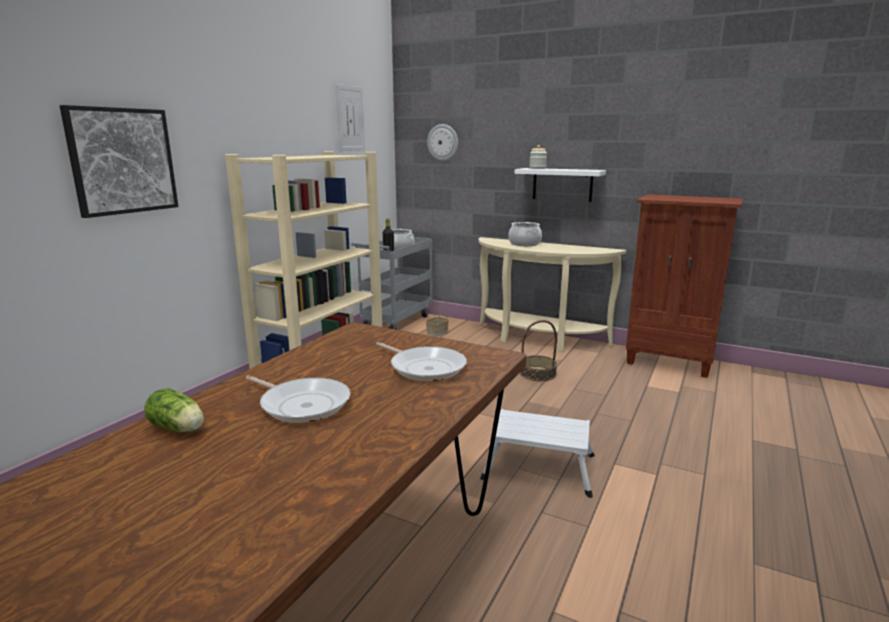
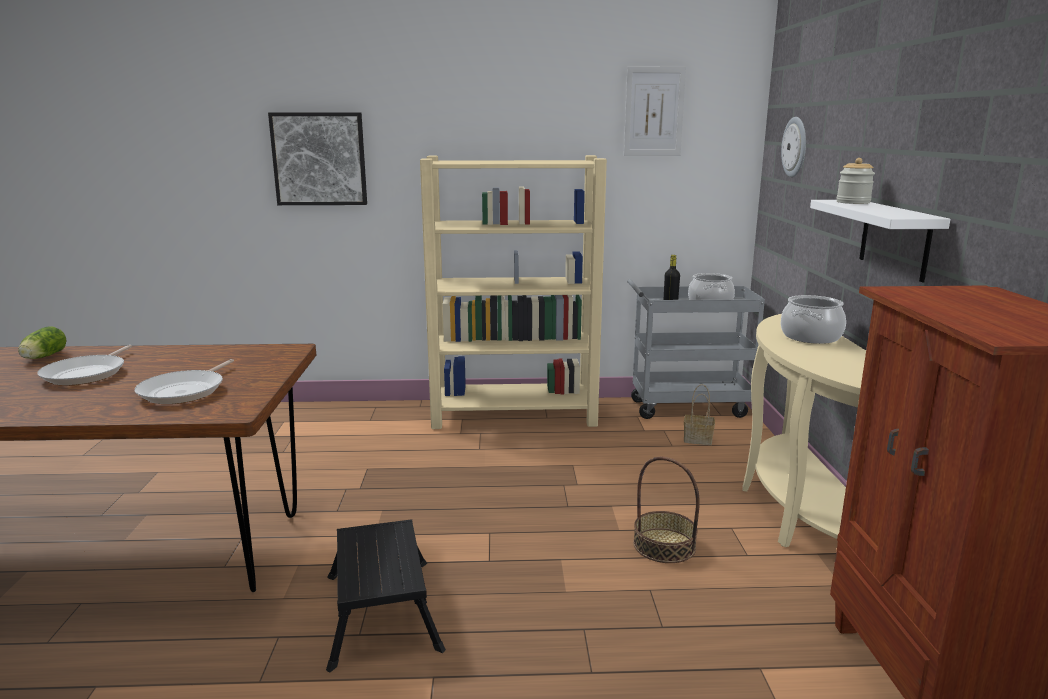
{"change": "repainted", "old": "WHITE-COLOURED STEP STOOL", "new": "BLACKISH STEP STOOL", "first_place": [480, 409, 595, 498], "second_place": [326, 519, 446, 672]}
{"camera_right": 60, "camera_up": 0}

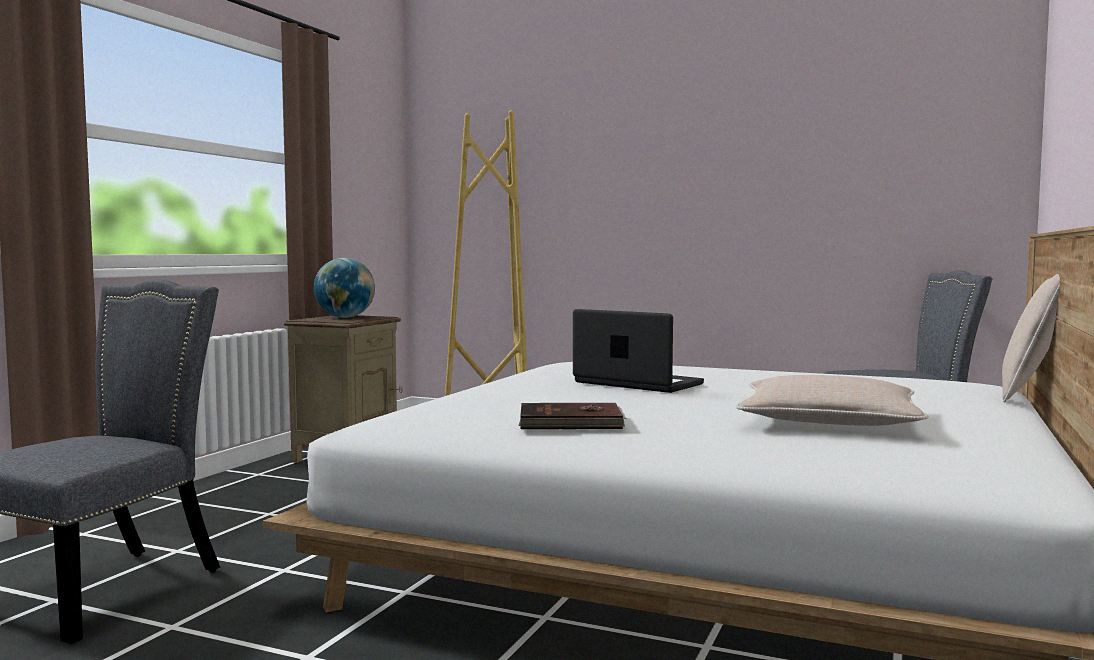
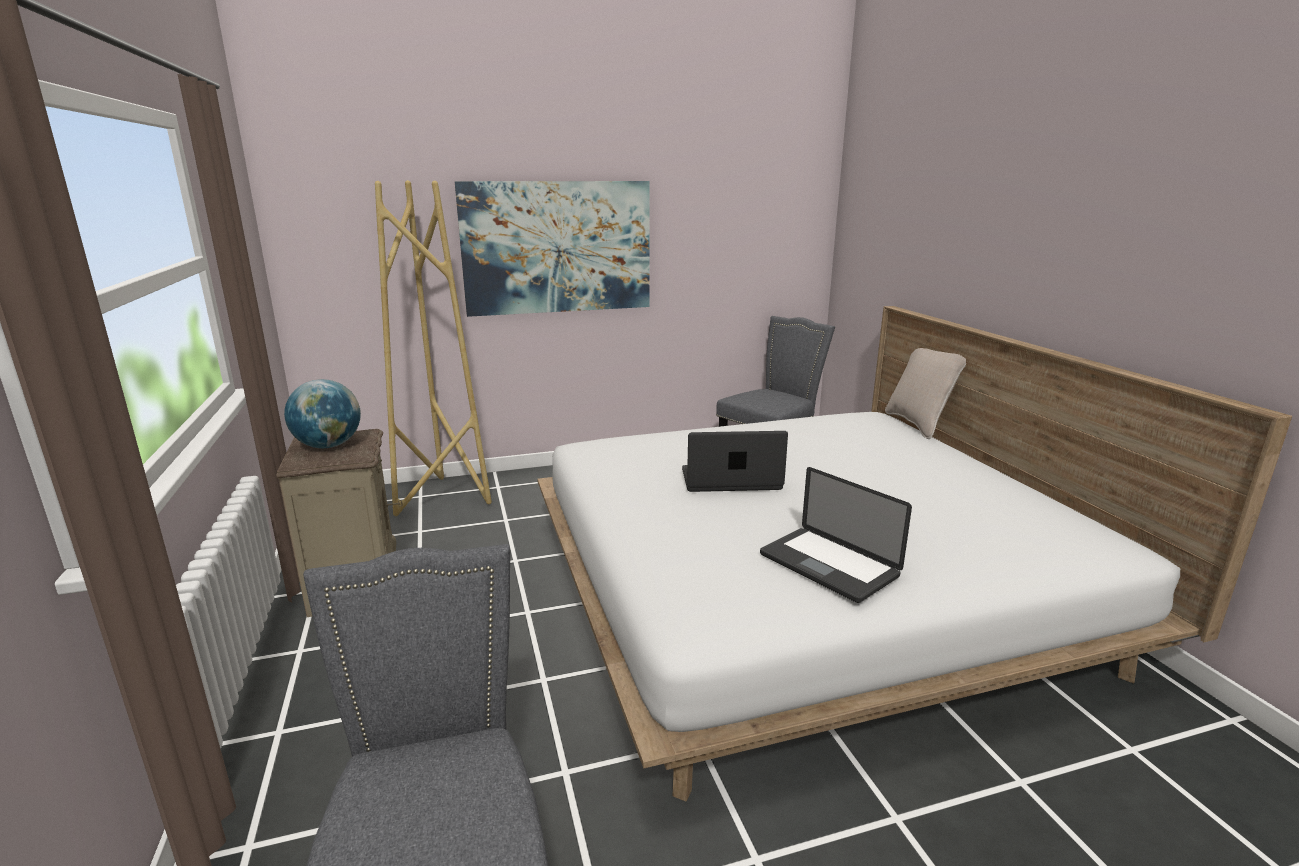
{"change": "gone", "old": "SAND-COLOURED THROW PILLOW", "first_place": [736, 375, 929, 426]}
{"change": "swapped", "old": "BROWNISH BOUND BOOK", "new": "NOTEBOOK COMPUTER", "first_place": [519, 403, 626, 429], "second_place": [760, 467, 912, 603]}
{"change": "new", "new": "PICTURE", "second_place": [455, 181, 650, 317]}
{"camera_right": -40, "camera_up": 15}

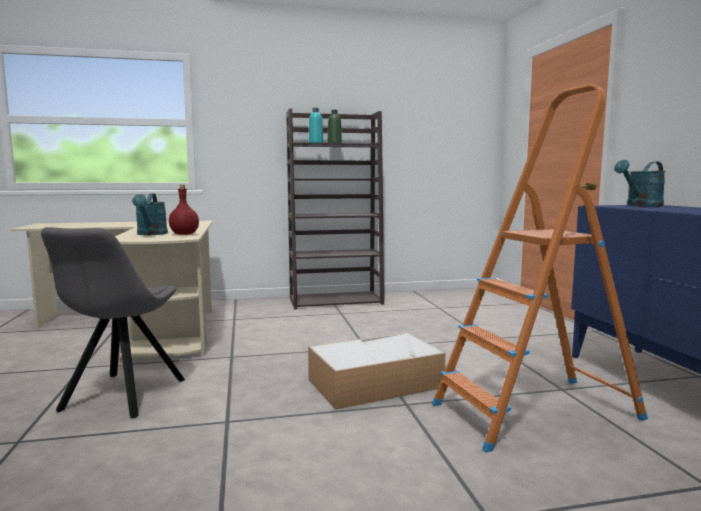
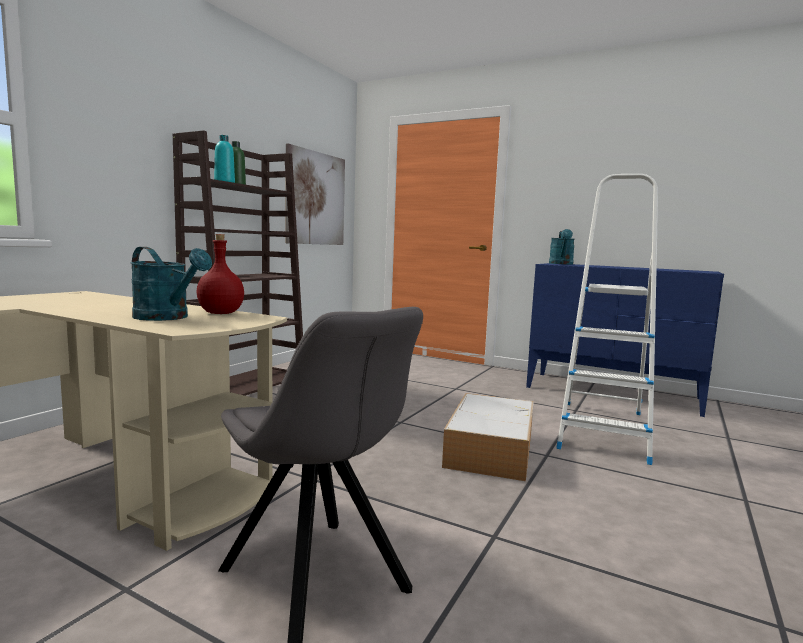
{"change": "repainted", "old": "ORANGEY STEP STOOL", "new": "WHITE-COLOURED STEP STOOL", "first_place": [432, 84, 648, 452], "second_place": [557, 174, 658, 465]}
{"change": "new", "new": "PICTURE", "second_place": [285, 143, 345, 245]}
{"camera_right": -50, "camera_up": 0}

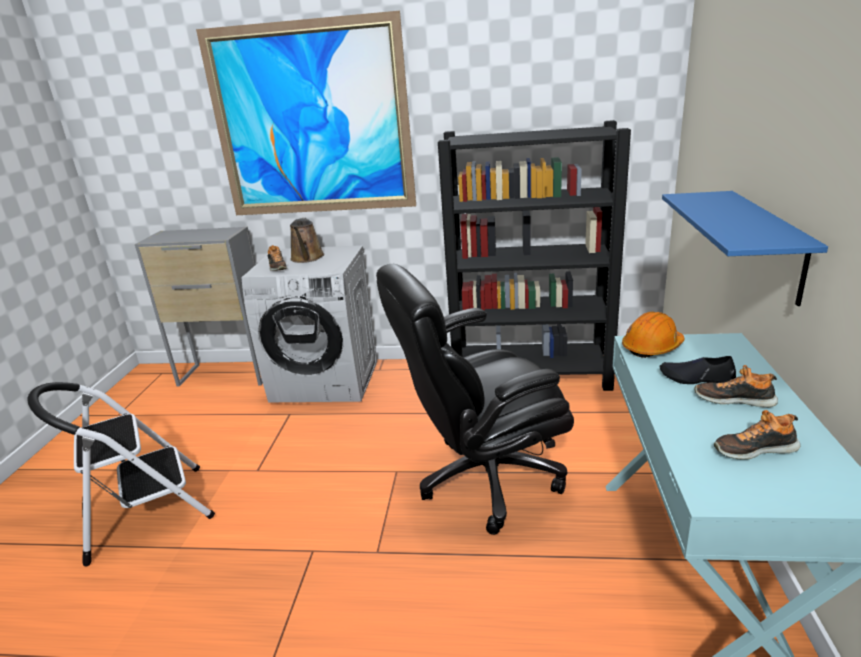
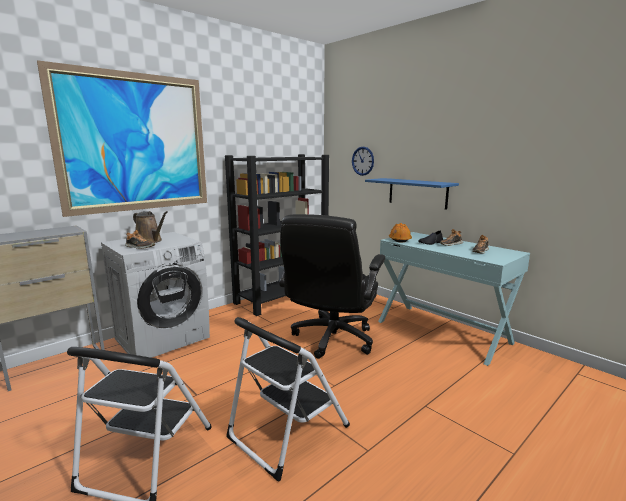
{"change": "new", "new": "CLOCK ON THE WALL", "second_place": [352, 147, 374, 176]}
{"change": "new", "new": "STEP STOOL", "second_place": [226, 317, 350, 481]}
{"camera_right": -50, "camera_up": -10}

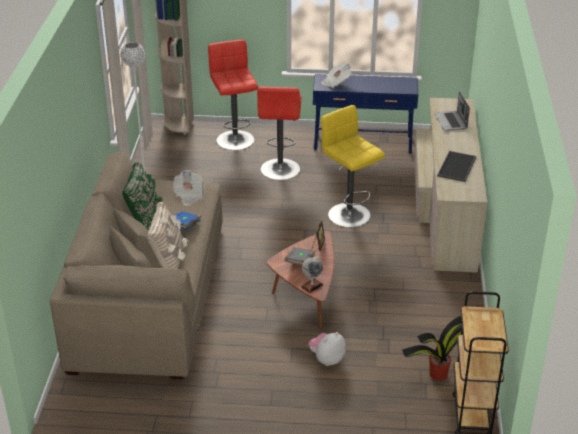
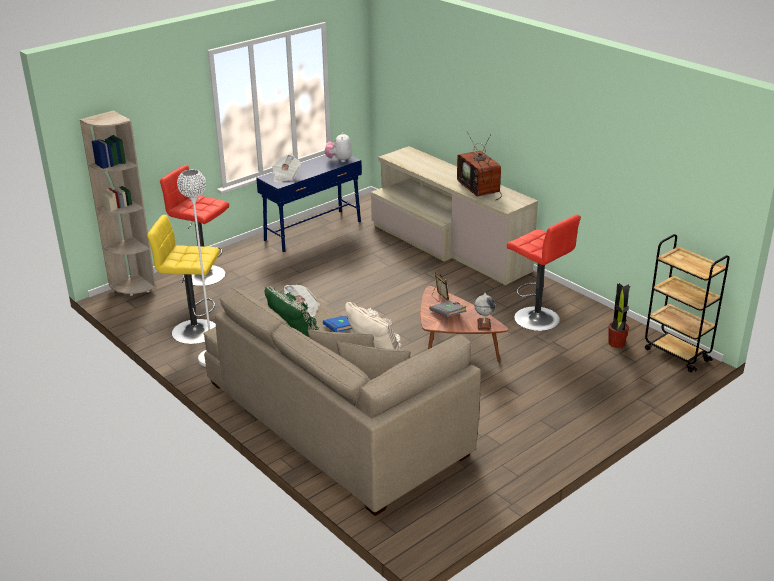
{"change": "shifted", "old": "REDDISH STOOL", "first_place": [257, 87, 302, 180], "second_place": [507, 214, 581, 331]}
{"change": "gone", "old": "NOTEBOOK COMPUTER", "first_place": [435, 91, 470, 131]}
{"change": "shifted", "old": "YELLOW STOOL", "first_place": [321, 105, 385, 227], "second_place": [147, 215, 219, 344]}
{"change": "swapped", "old": "SERVING TRAY", "new": "TV SET", "first_place": [437, 151, 476, 182], "second_place": [457, 132, 502, 200]}
{"change": "shifted", "old": "CUDDLY TOY", "first_place": [308, 332, 346, 366], "second_place": [325, 132, 352, 162]}
{"camera_right": -45, "camera_up": -5}

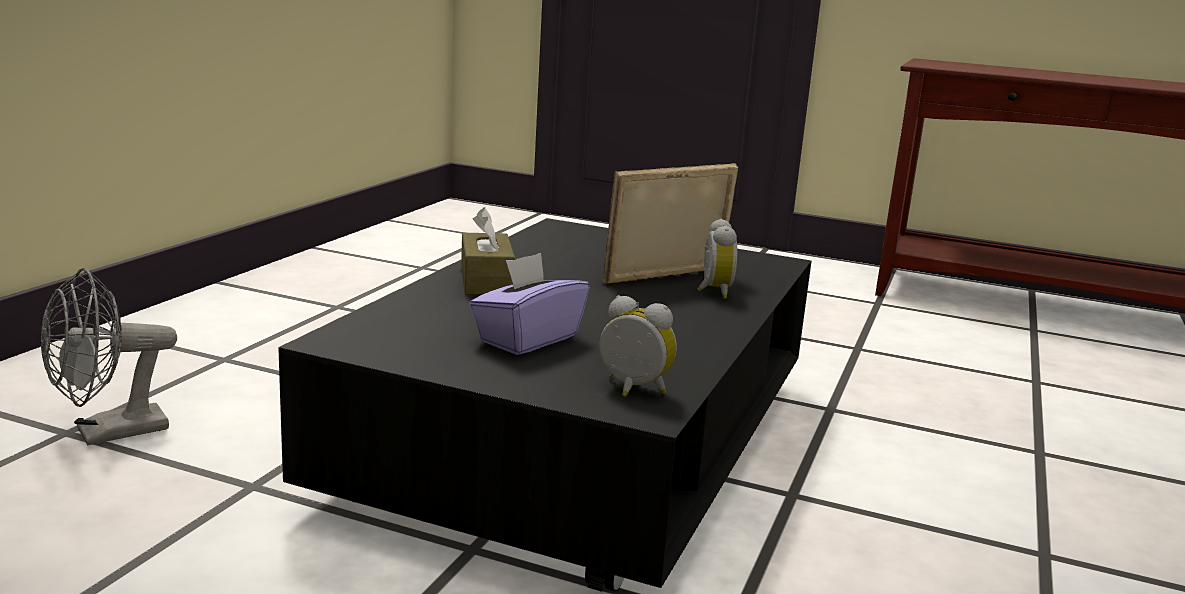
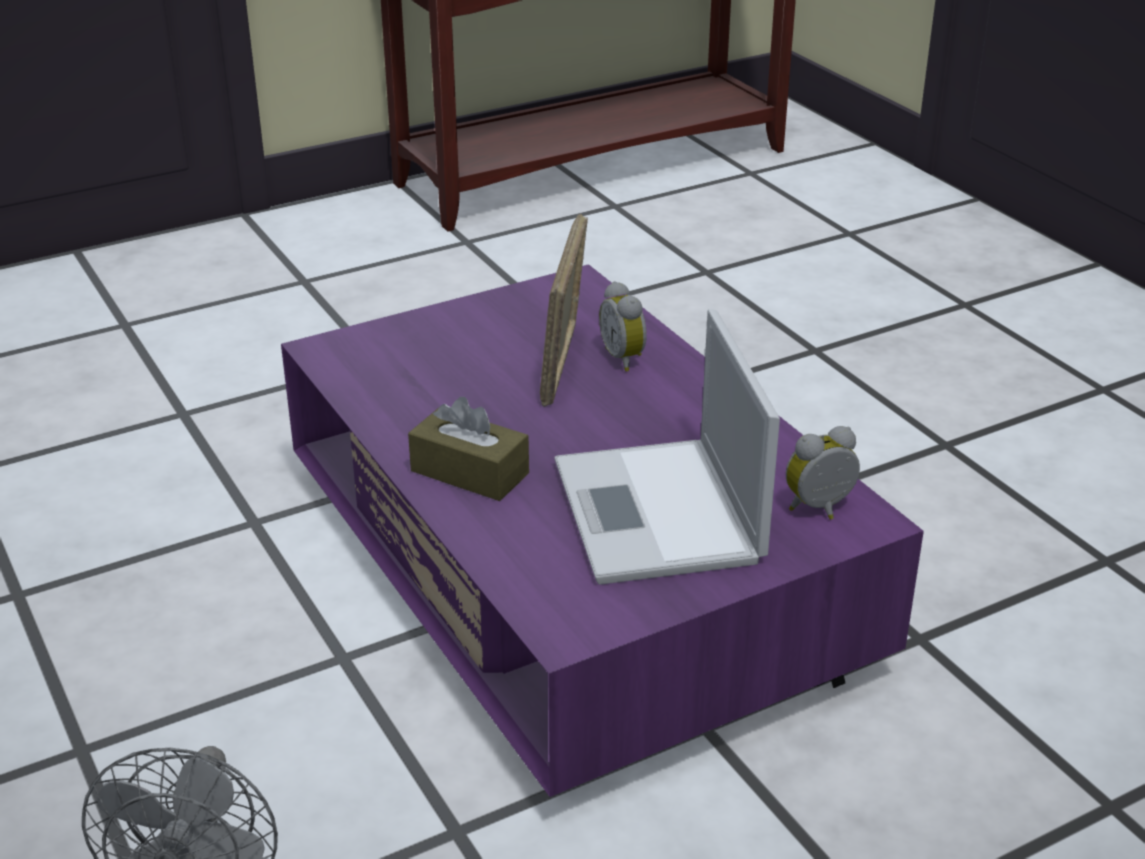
{"change": "repainted", "old": "BLACKISH COFFEE TABLE", "new": "PURPLISH COFFEE TABLE", "first_place": [278, 218, 812, 592], "second_place": [281, 264, 924, 797]}
{"change": "rotated", "old": "TABLE CLOCK", "first_place": [698, 219, 737, 299], "second_place": [599, 281, 647, 371], "degrees": -150}
{"change": "swapped", "old": "PURPLISH TISSUE BOX", "new": "NOTEBOOK COMPUTER", "first_place": [470, 253, 590, 355], "second_place": [554, 309, 780, 585]}
{"camera_right": -50, "camera_up": 15}

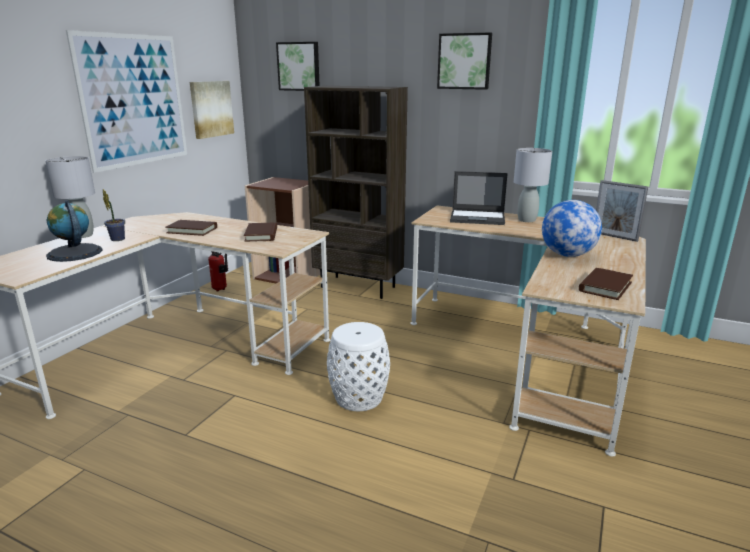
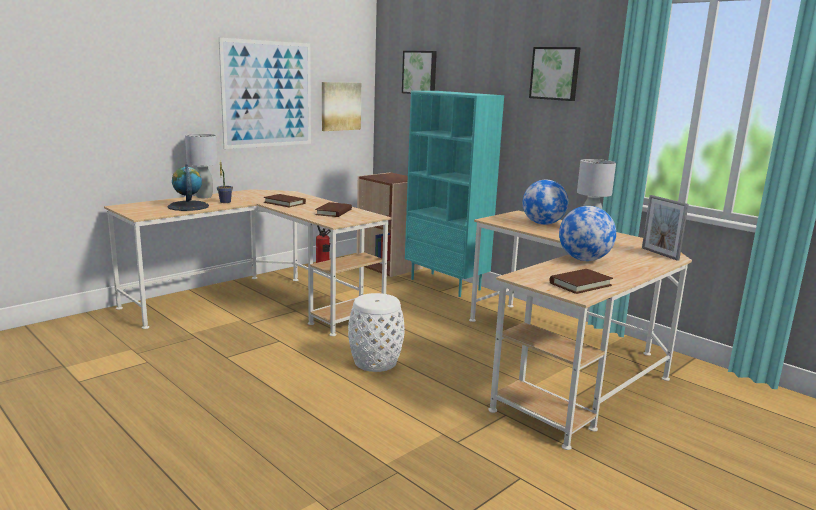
{"change": "repainted", "old": "BROWNISH BOOKSHELF", "new": "TURQUOISE-COLOURED BOOKSHELF", "first_place": [304, 86, 408, 299], "second_place": [405, 91, 504, 297]}
{"change": "swapped", "old": "NOTEBOOK COMPUTER", "new": "GLOBE", "first_place": [450, 171, 508, 225], "second_place": [522, 180, 568, 225]}
{"camera_right": 20, "camera_up": -5}

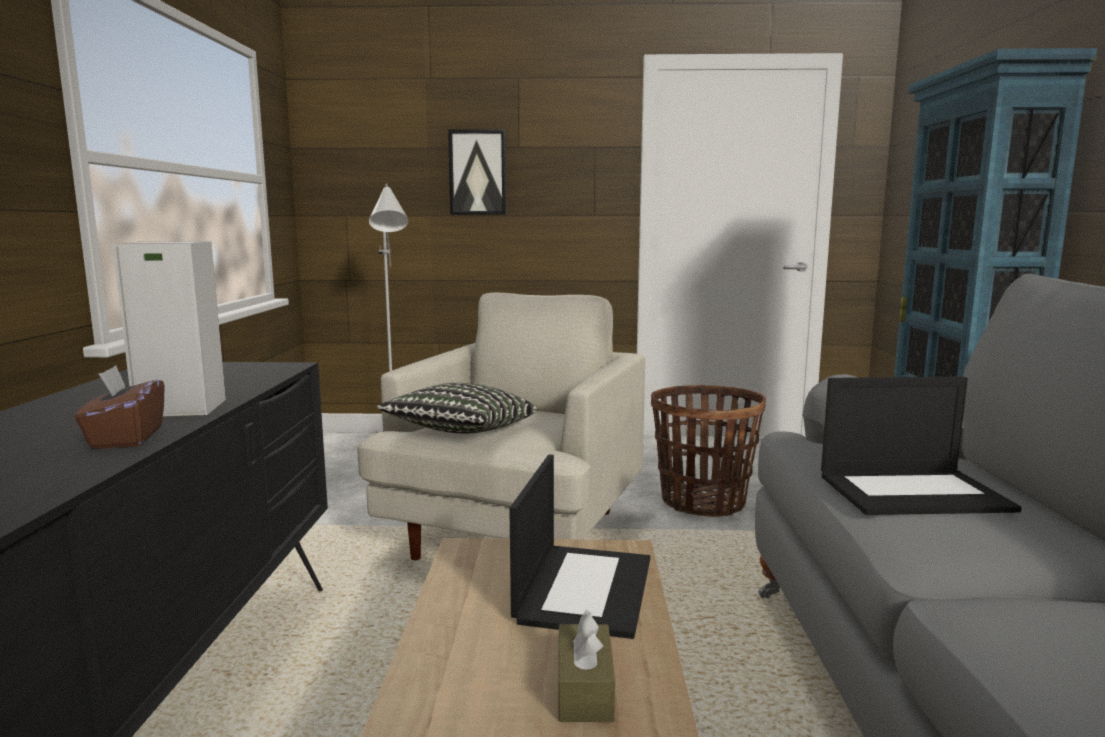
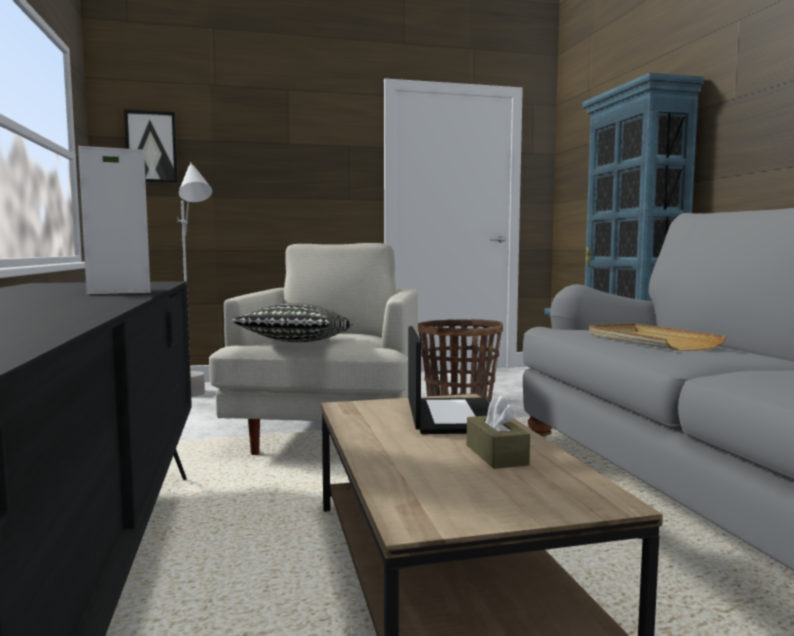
{"change": "shifted", "old": "PICTURE", "first_place": [448, 129, 506, 215], "second_place": [124, 110, 178, 183]}
{"change": "gone", "old": "BROWNISH TISSUE BOX", "first_place": [74, 365, 165, 449]}
{"change": "swapped", "old": "NOTEBOOK COMPUTER", "new": "SAND-COLOURED SERVING TRAY", "first_place": [821, 377, 1022, 515], "second_place": [589, 323, 727, 351]}
{"camera_right": -15, "camera_up": -5}

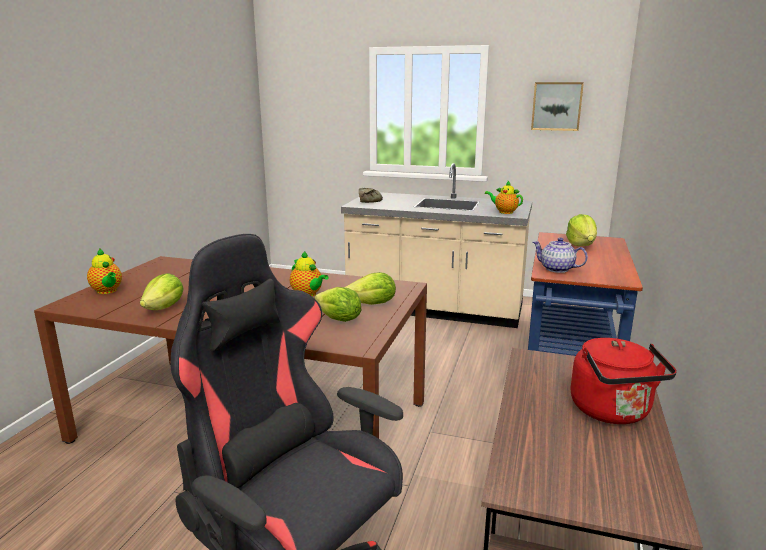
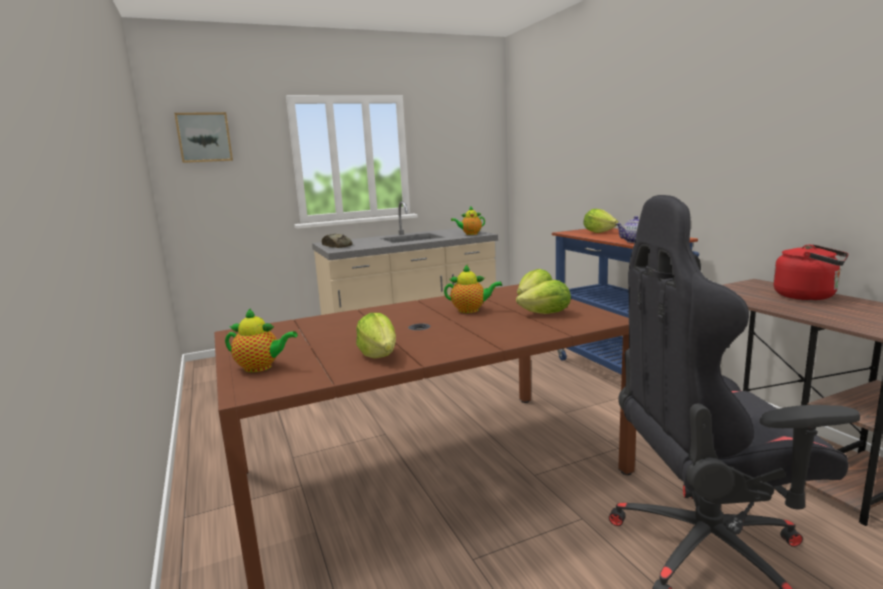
{"change": "shifted", "old": "PICTURE", "first_place": [531, 82, 584, 131], "second_place": [174, 112, 233, 163]}
{"camera_right": -40, "camera_up": -5}

